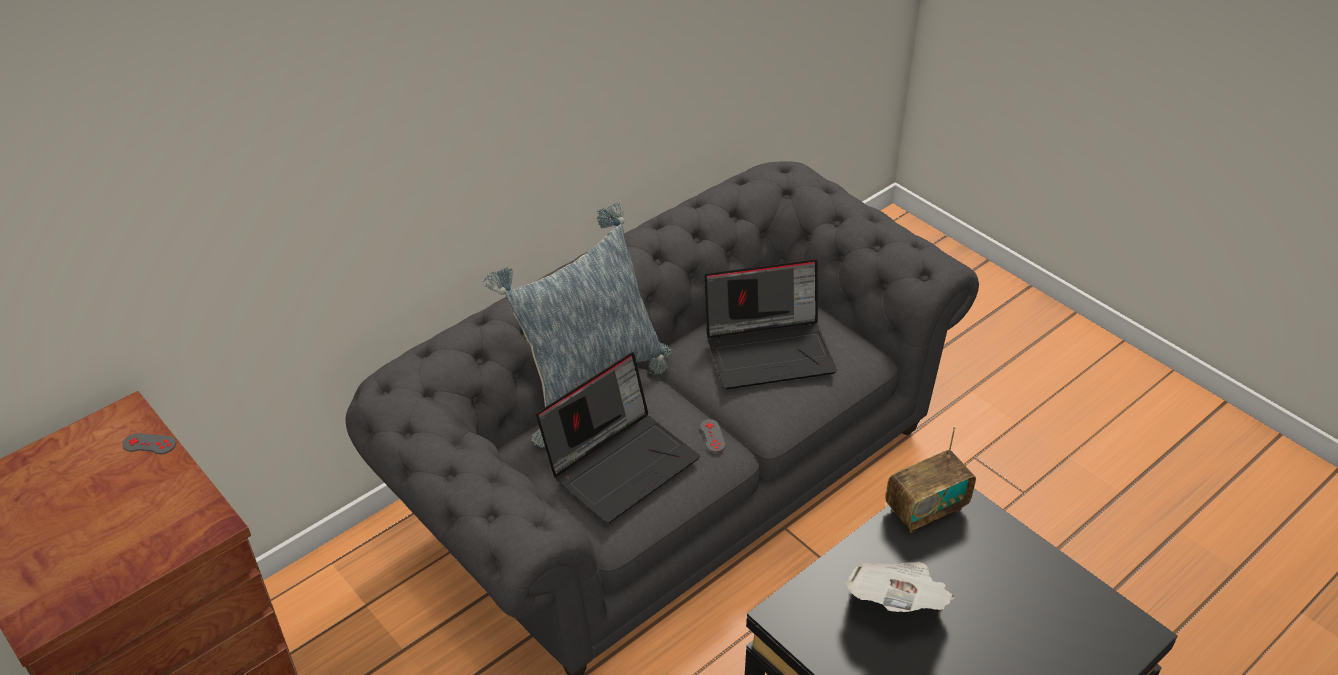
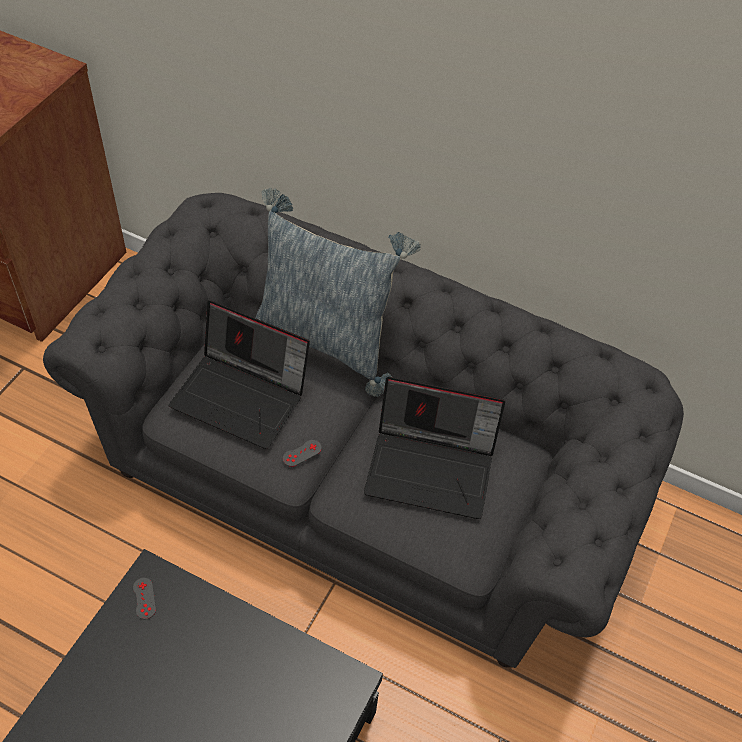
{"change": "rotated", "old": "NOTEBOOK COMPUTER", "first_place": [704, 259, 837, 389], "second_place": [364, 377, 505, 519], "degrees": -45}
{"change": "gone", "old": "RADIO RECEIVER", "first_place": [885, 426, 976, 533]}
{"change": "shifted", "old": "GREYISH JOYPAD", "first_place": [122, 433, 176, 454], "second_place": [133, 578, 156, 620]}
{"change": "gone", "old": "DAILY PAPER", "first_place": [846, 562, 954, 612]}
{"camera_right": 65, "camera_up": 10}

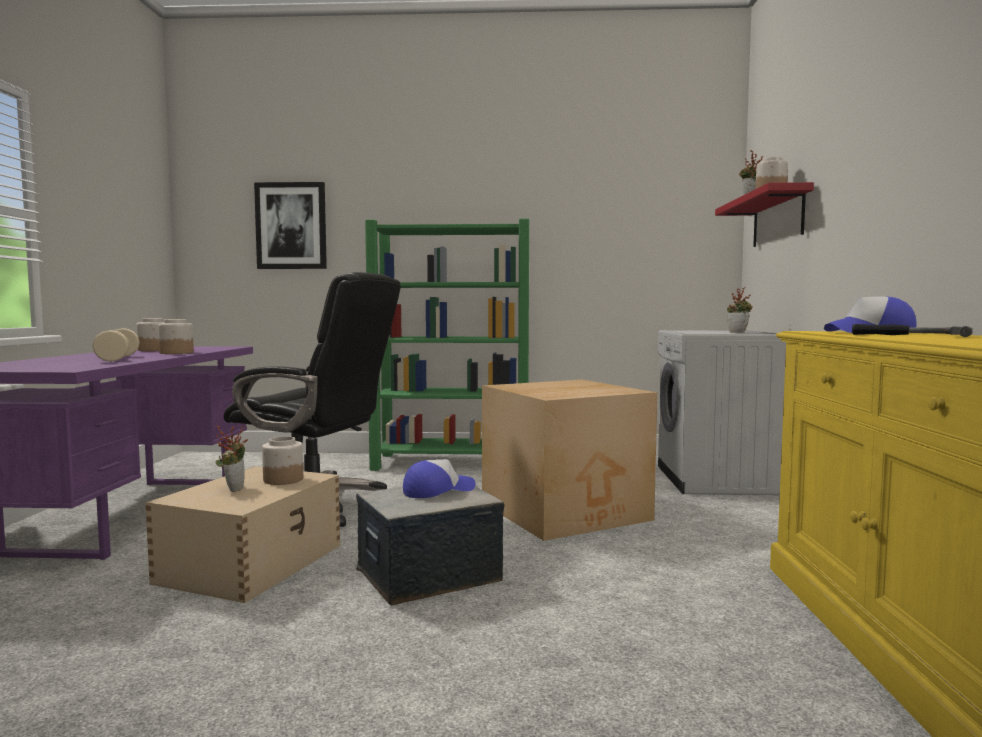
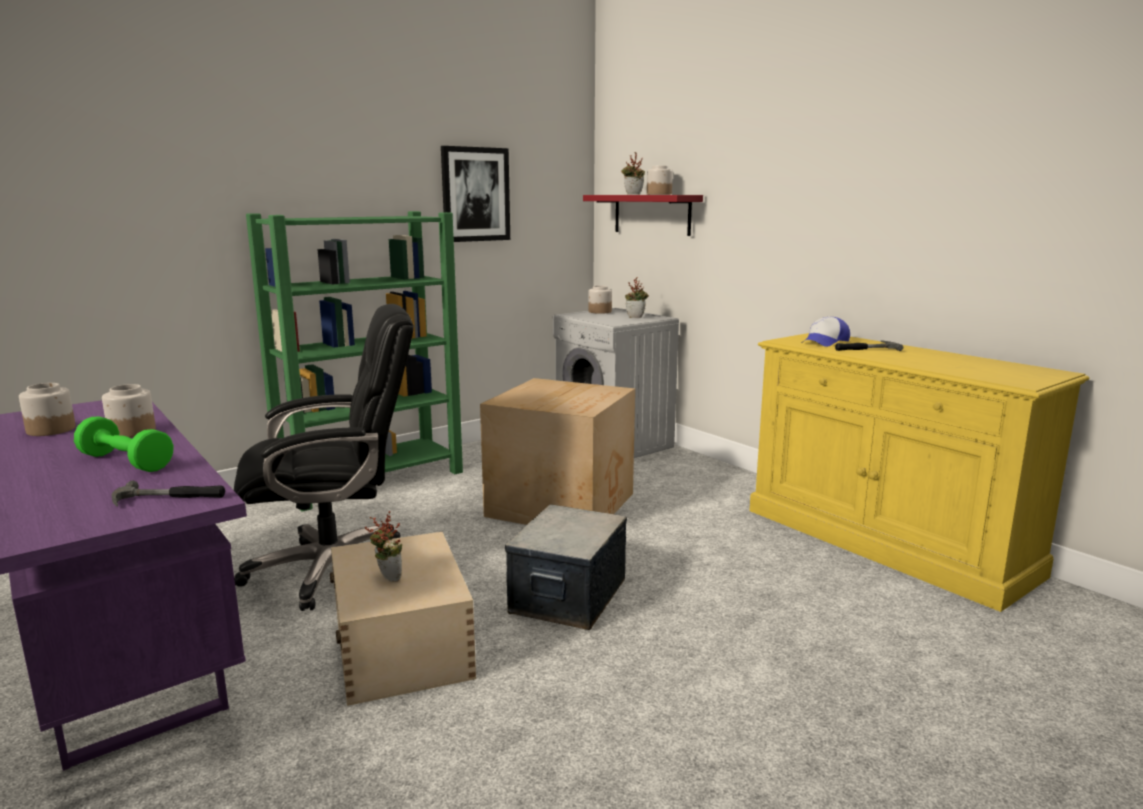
{"change": "shifted", "old": "PICTURE", "first_place": [254, 182, 327, 269], "second_place": [441, 146, 510, 242]}
{"change": "repainted", "old": "SAND-COLOURED HAND WEIGHT", "new": "GREEN HAND WEIGHT", "first_place": [92, 328, 140, 362], "second_place": [74, 416, 174, 472]}
{"change": "shifted", "old": "JAR", "first_place": [262, 436, 303, 485], "second_place": [588, 286, 612, 314]}
{"change": "gone", "old": "PEAKED CAP", "first_place": [403, 459, 476, 498]}
{"change": "new", "new": "HAMMER", "second_place": [111, 480, 225, 506]}
{"camera_right": -40, "camera_up": 10}

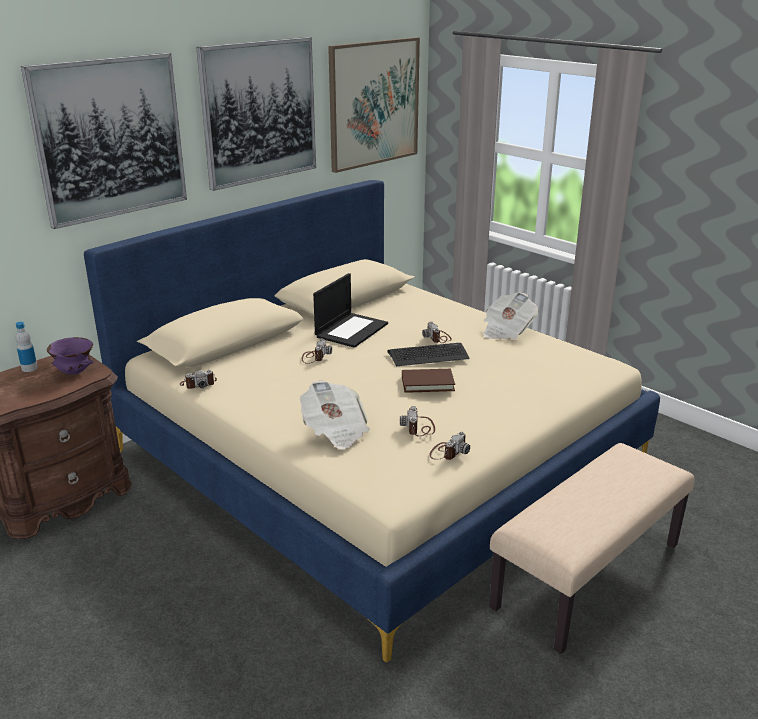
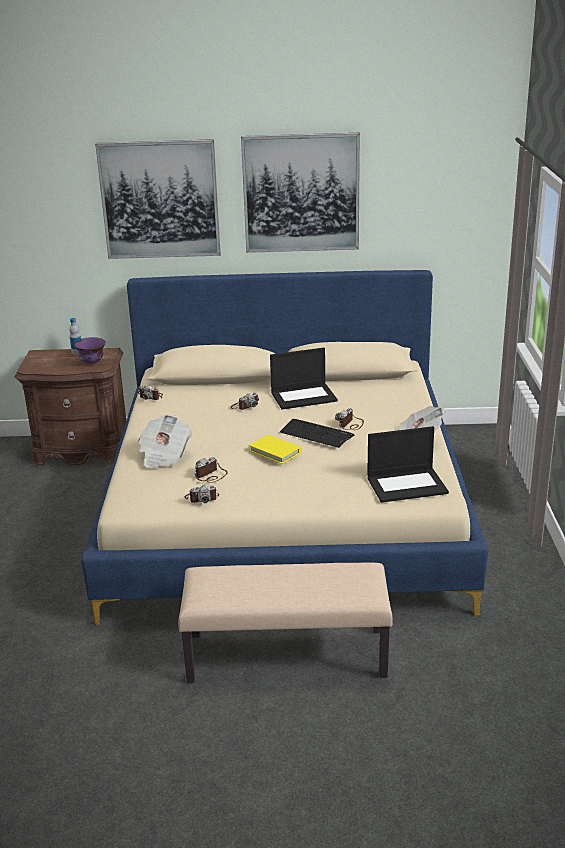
{"change": "gone", "old": "PICTURE", "first_place": [328, 37, 420, 173]}
{"change": "repainted", "old": "BROWNISH BOUND BOOK", "new": "YELLOW BOUND BOOK", "first_place": [402, 369, 455, 393], "second_place": [249, 435, 302, 464]}
{"change": "new", "new": "NOTEBOOK COMPUTER", "second_place": [367, 426, 449, 503]}
{"camera_right": 45, "camera_up": 0}

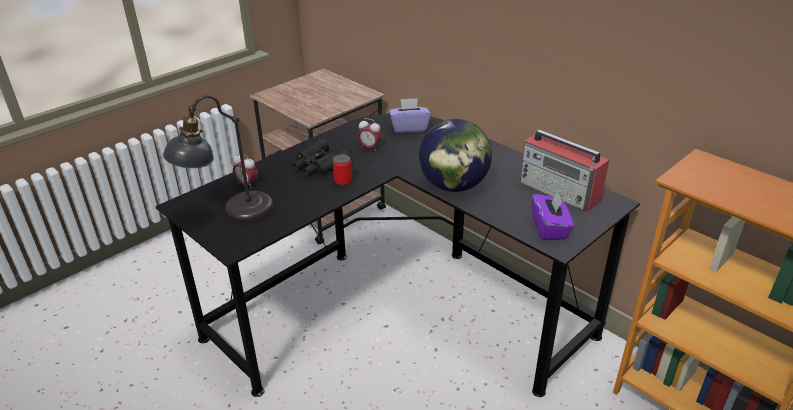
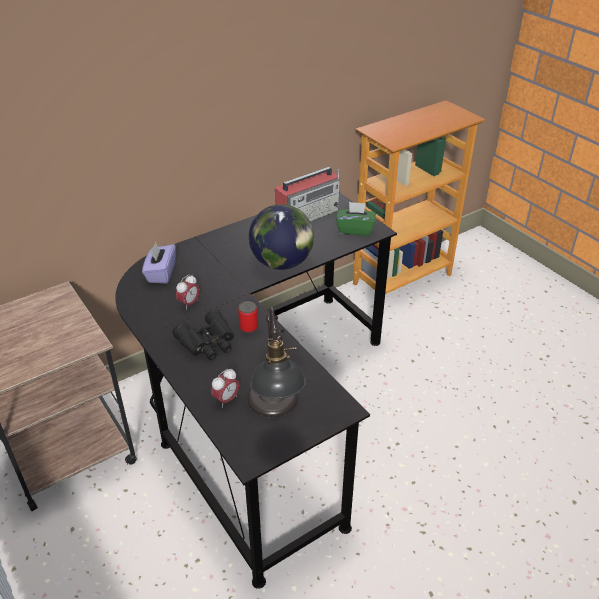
{"change": "repainted", "old": "PURPLISH TISSUE BOX", "new": "GREEN TISSUE BOX", "first_place": [531, 191, 574, 240], "second_place": [336, 202, 376, 236]}
{"camera_right": -80, "camera_up": 5}

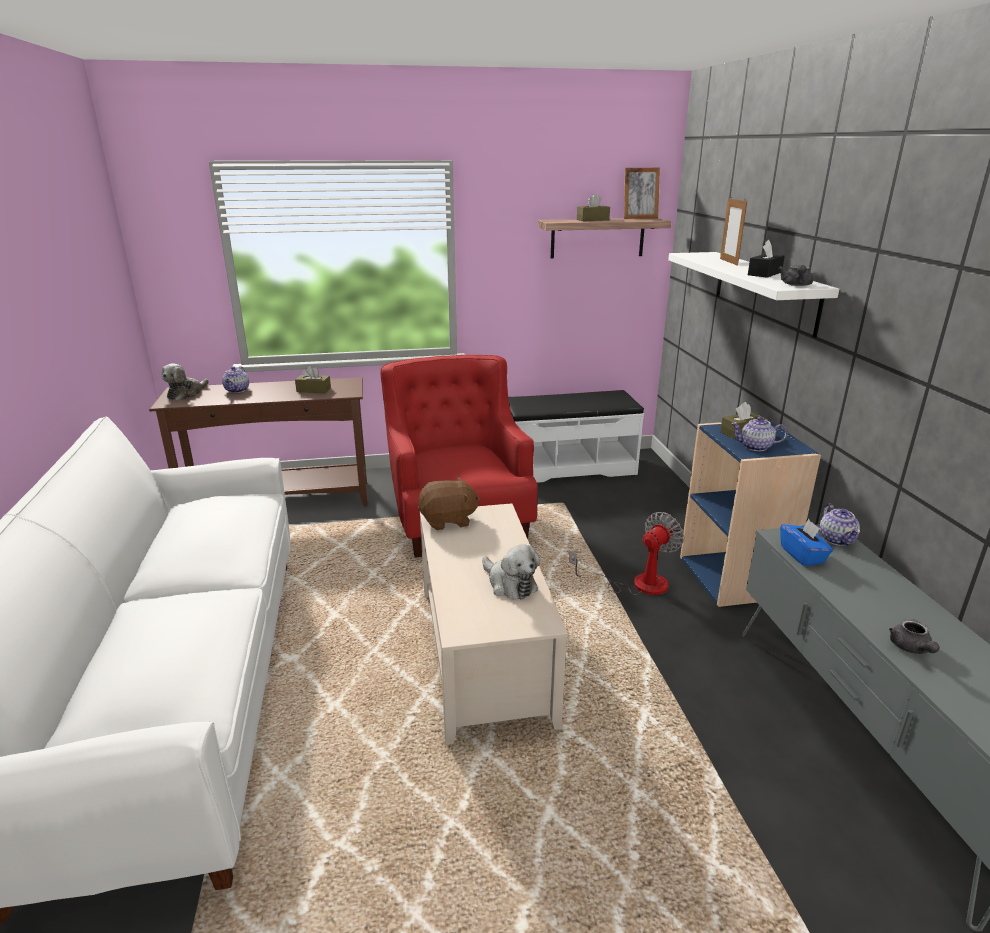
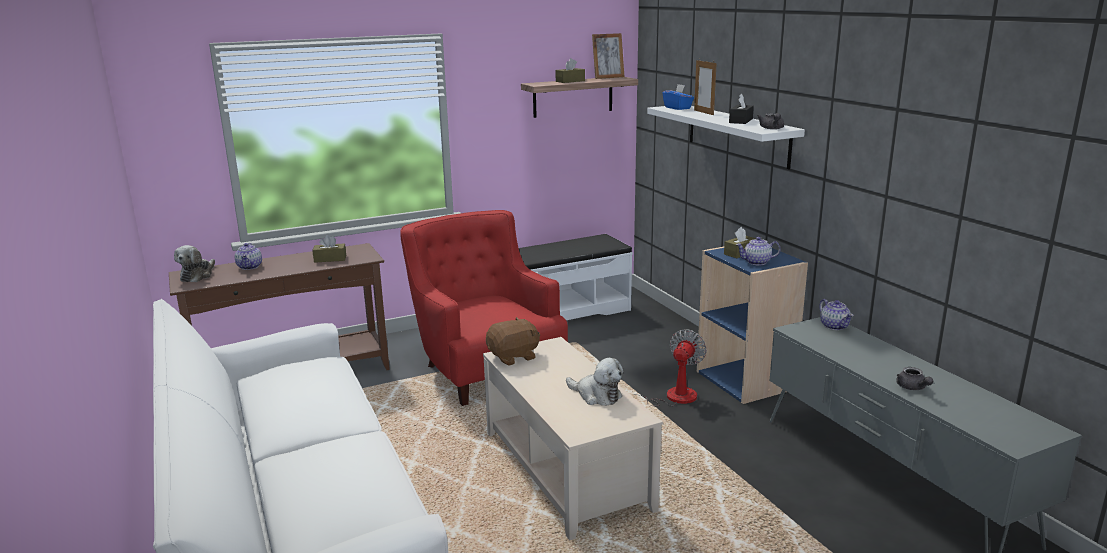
{"change": "shifted", "old": "BLUISH TISSUE BOX", "first_place": [780, 519, 833, 566], "second_place": [663, 84, 694, 110]}
{"camera_right": -15, "camera_up": -5}

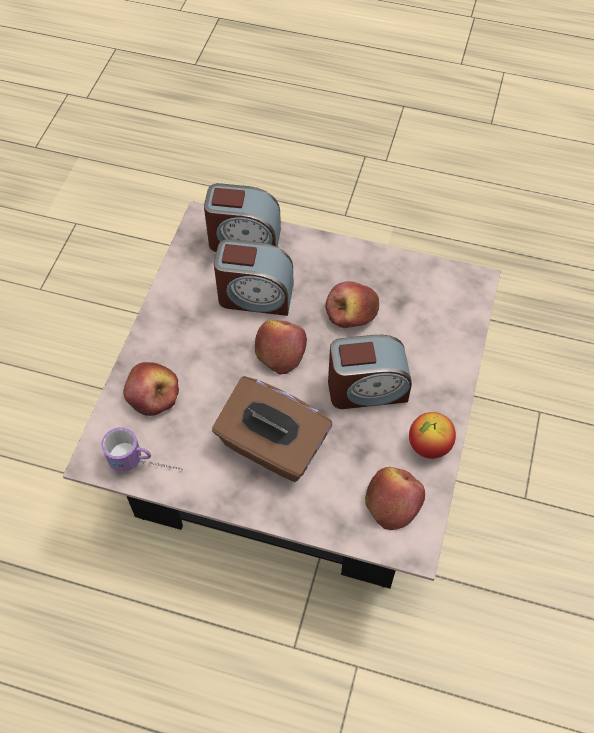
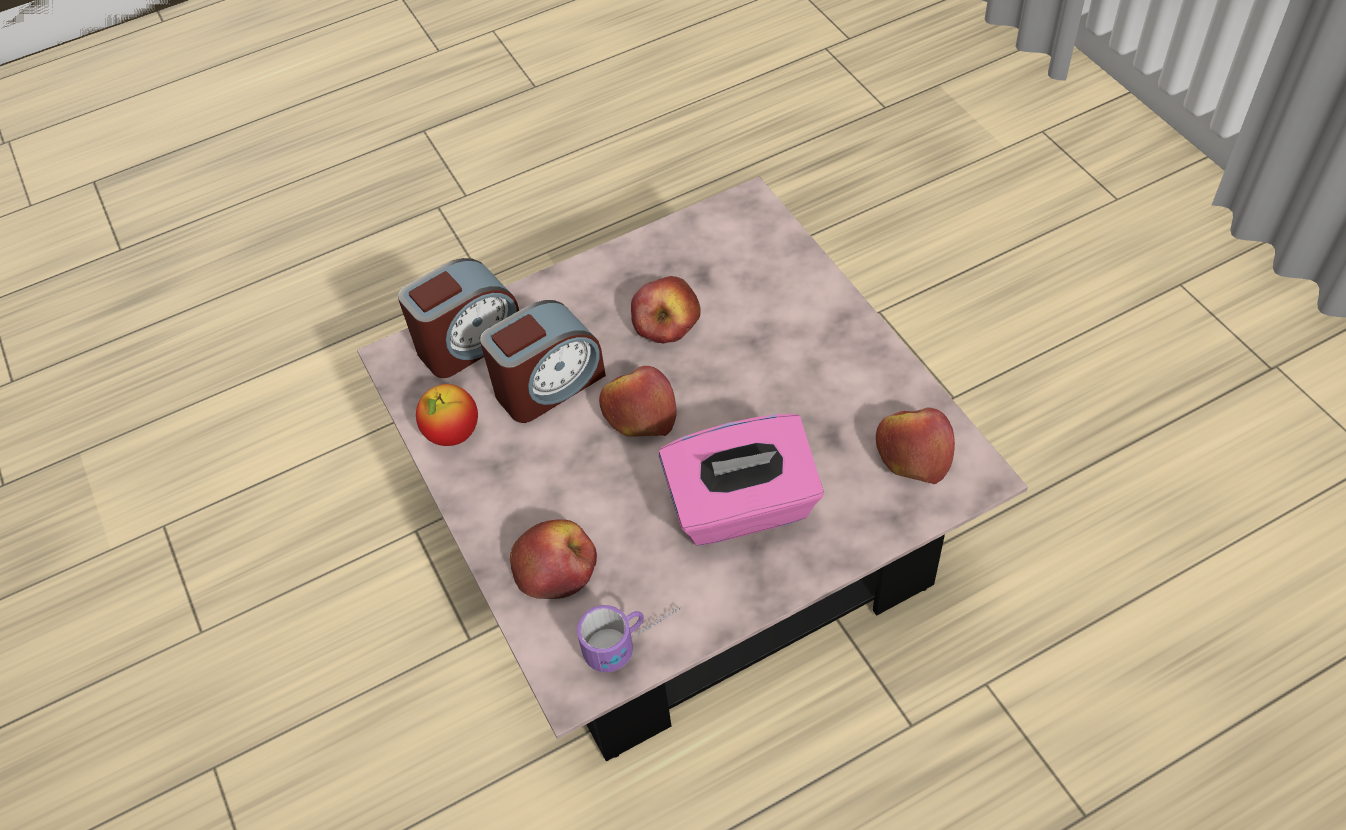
{"change": "gone", "old": "TABLE CLOCK", "first_place": [328, 335, 412, 409]}
{"change": "repainted", "old": "BROWNISH TISSUE BOX", "new": "PINK-COLOURED TISSUE BOX", "first_place": [212, 376, 332, 482], "second_place": [659, 414, 824, 546]}
{"change": "shifted", "old": "APPLE", "first_place": [409, 412, 456, 459], "second_place": [416, 384, 478, 446]}
{"camera_right": -40, "camera_up": -5}

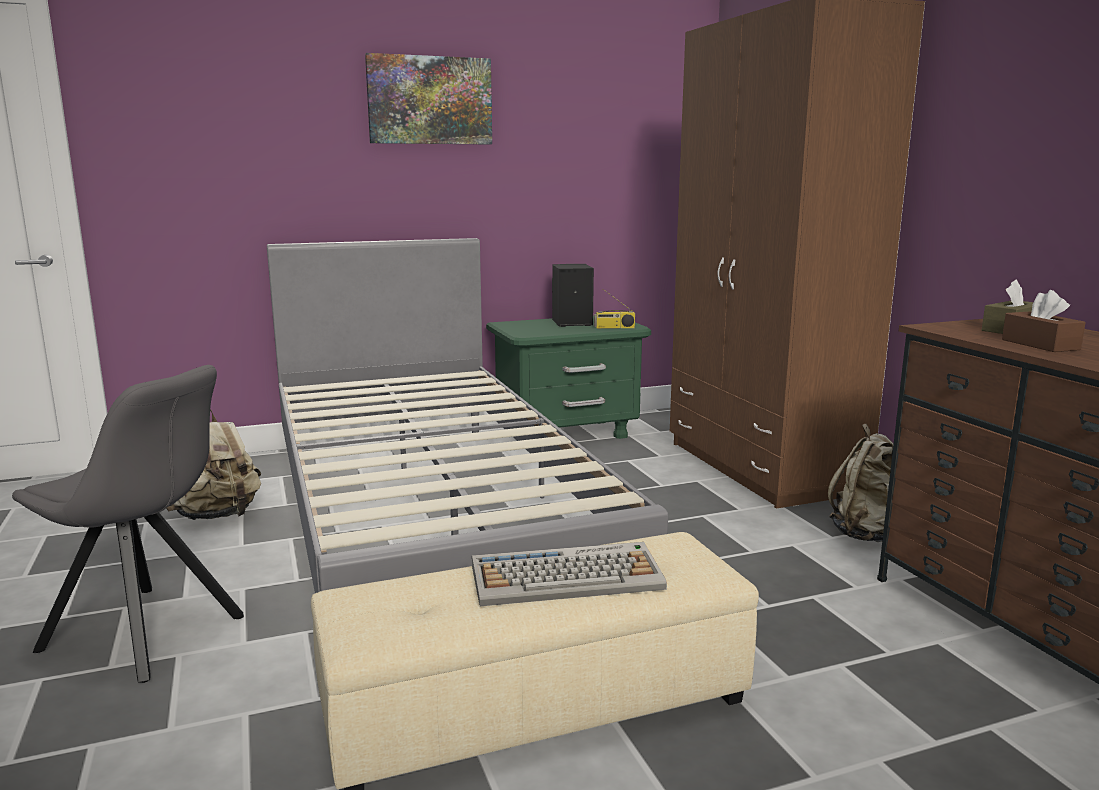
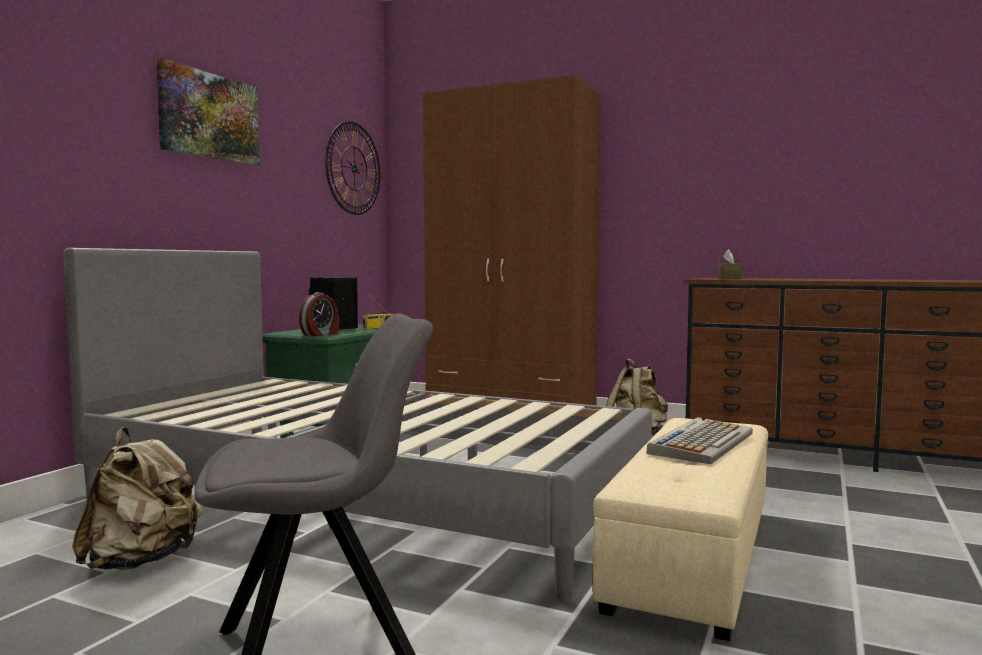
{"change": "gone", "old": "BROWNISH TISSUE BOX", "first_place": [1002, 290, 1086, 352]}
{"change": "new", "new": "CLOCK ON THE WALL", "second_place": [325, 121, 381, 215]}
{"change": "new", "new": "TABLE CLOCK", "second_place": [299, 292, 339, 336]}
{"camera_right": -45, "camera_up": -10}

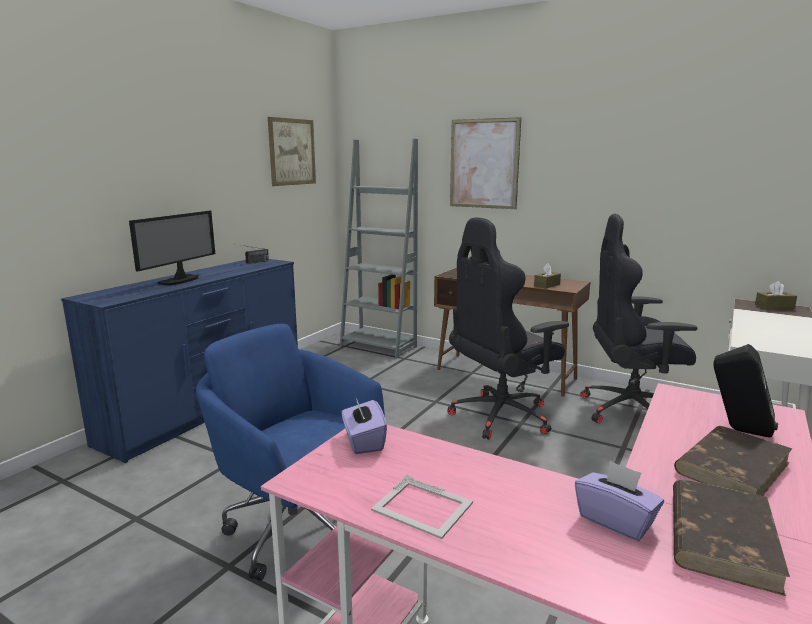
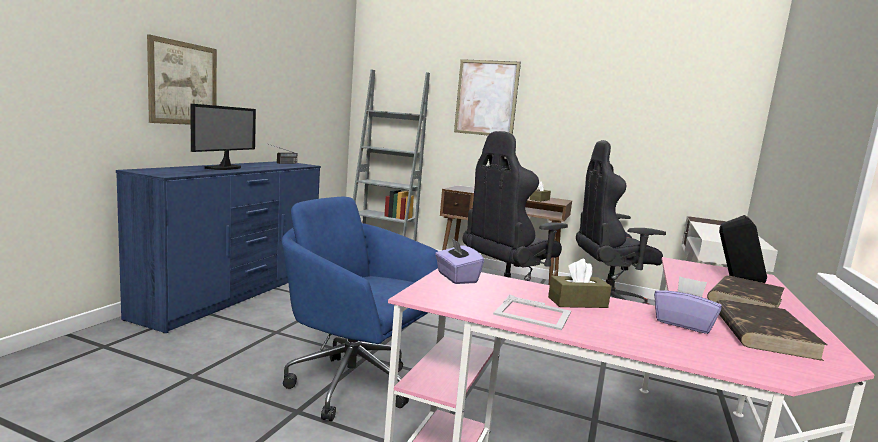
{"change": "shifted", "old": "PICTURE", "first_place": [268, 117, 316, 186], "second_place": [147, 34, 217, 125]}
{"change": "shifted", "old": "BROWNISH TISSUE BOX", "first_place": [755, 281, 797, 309], "second_place": [548, 259, 612, 308]}
{"camera_right": -10, "camera_up": -5}

